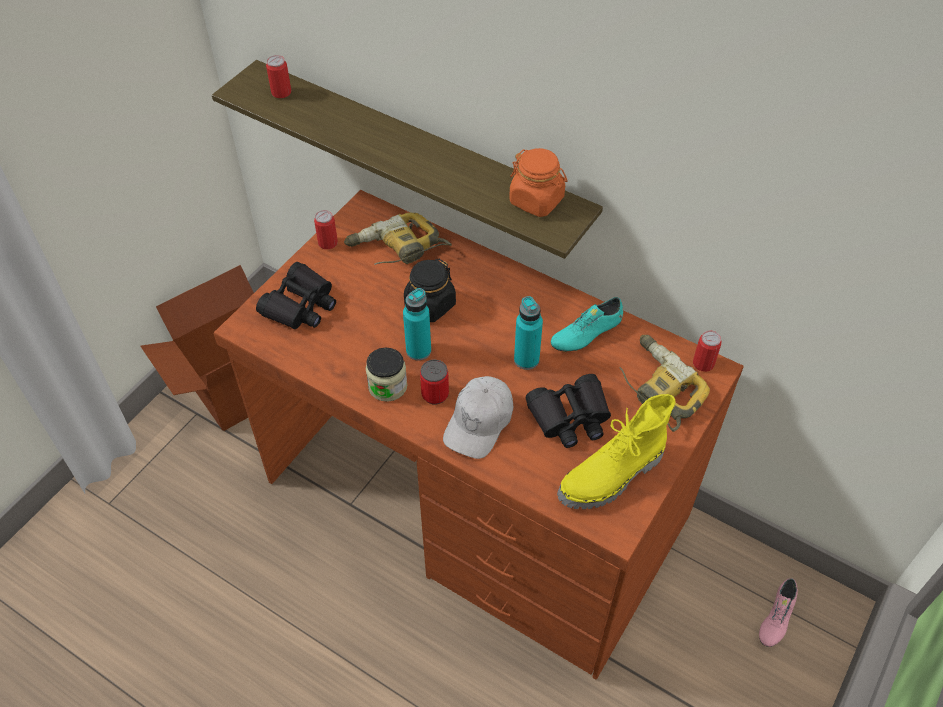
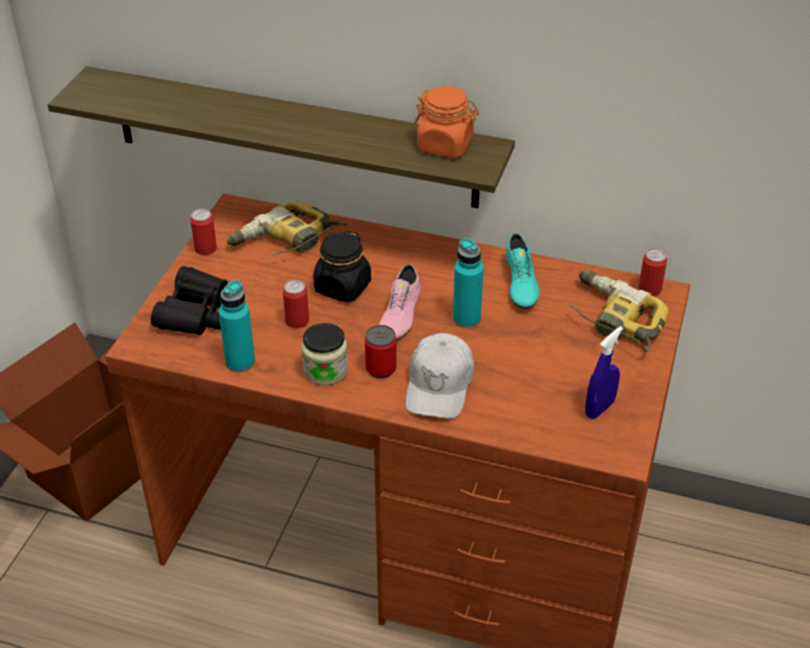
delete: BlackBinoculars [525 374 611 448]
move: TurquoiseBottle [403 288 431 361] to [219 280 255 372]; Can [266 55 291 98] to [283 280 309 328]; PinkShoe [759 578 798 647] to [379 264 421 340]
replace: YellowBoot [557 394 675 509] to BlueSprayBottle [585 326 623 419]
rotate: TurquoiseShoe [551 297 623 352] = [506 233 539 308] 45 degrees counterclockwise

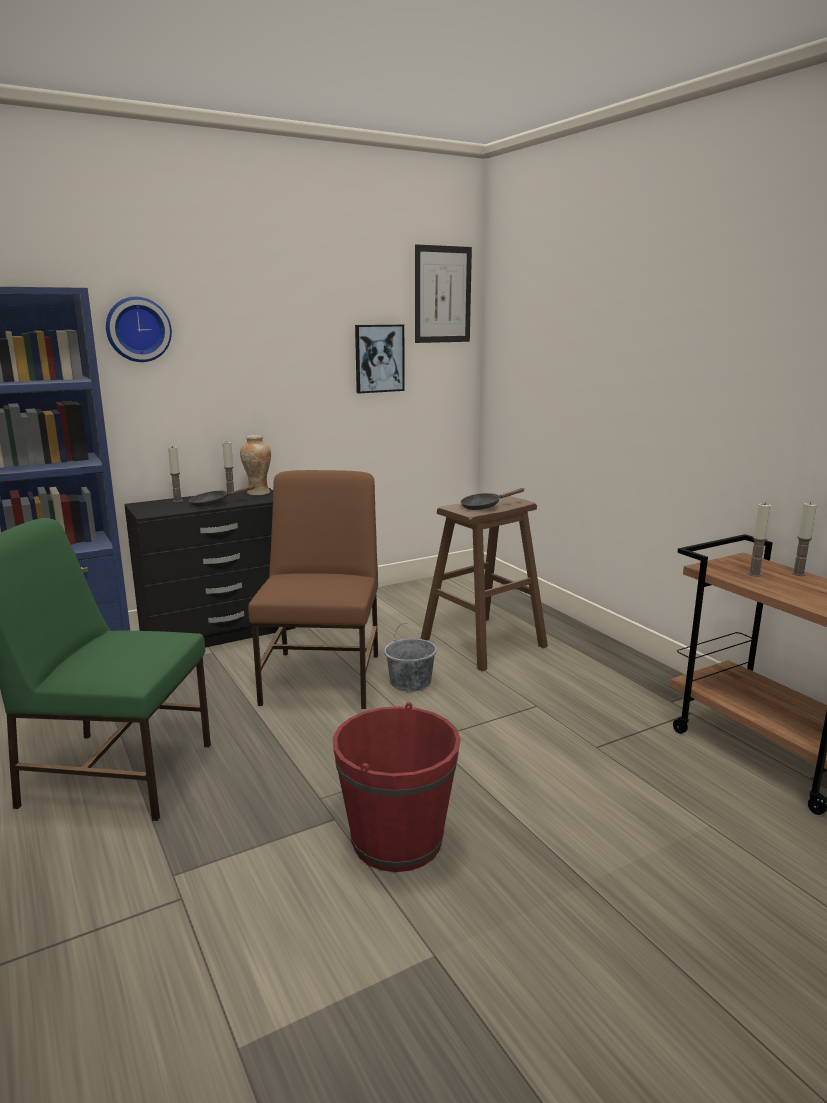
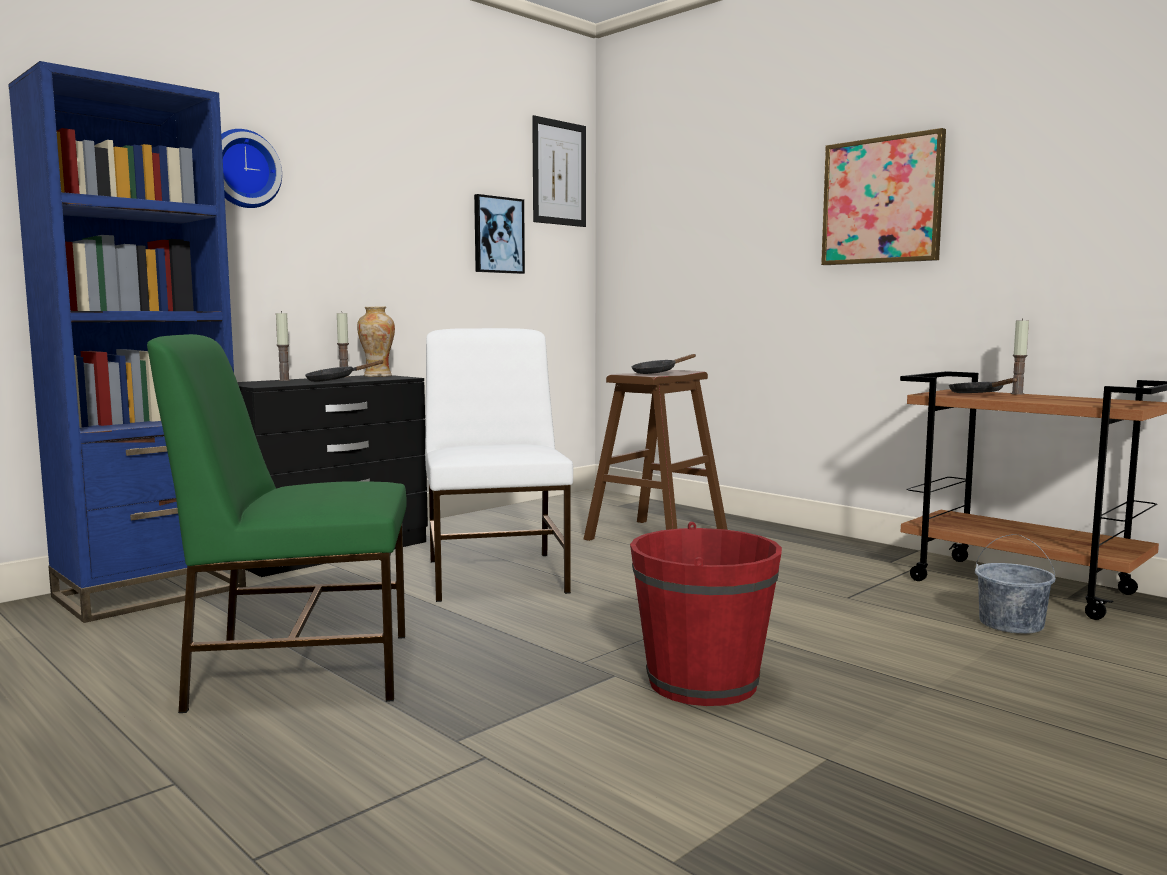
insert: Picture [821 128 946 265]
move: GreyBucket [384 623 437 691] to [975 534 1056 634]
replace: Candle [748 502 771 577] to BlackFryingPan [949 378 1017 393]
recolor: BrownChair [248 470 378 709] to WhiteChair [425 328 573 602]

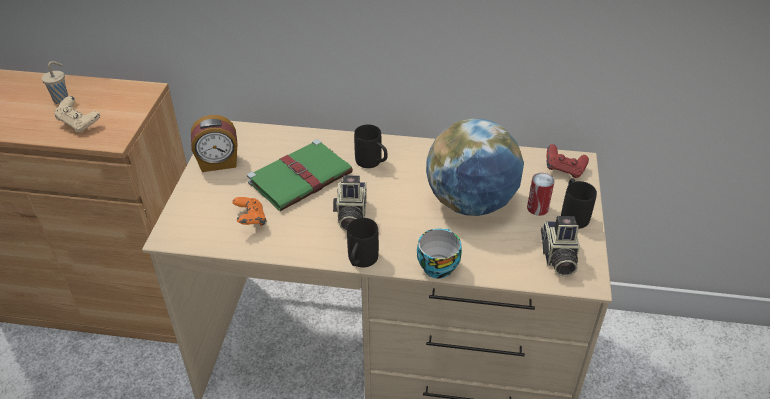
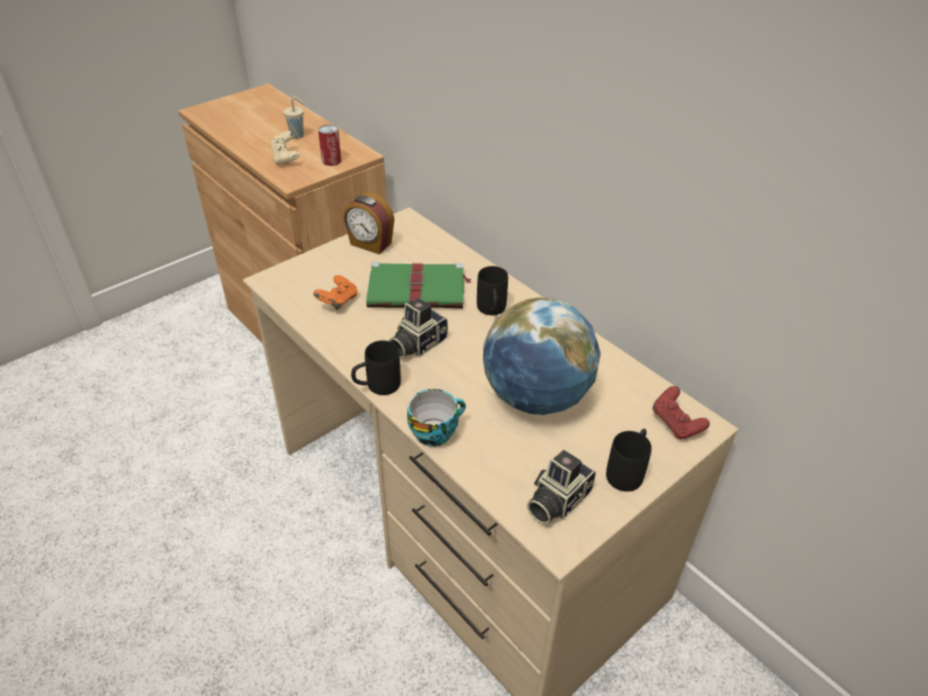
move: Can [527 173 555 216] to [318 125 341 166]

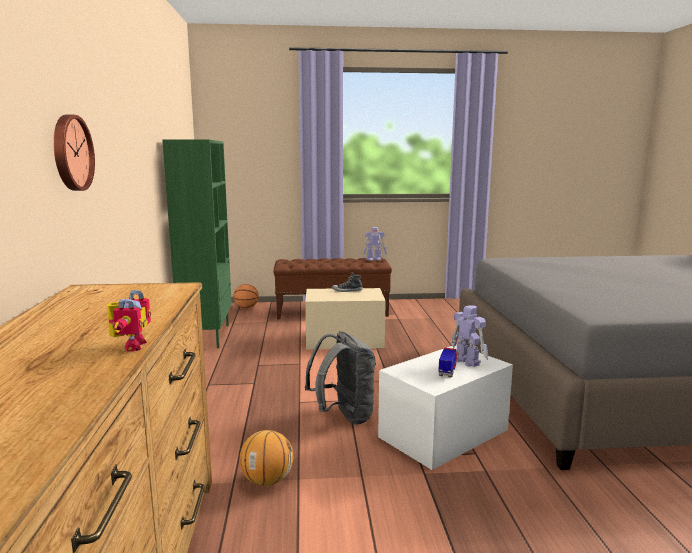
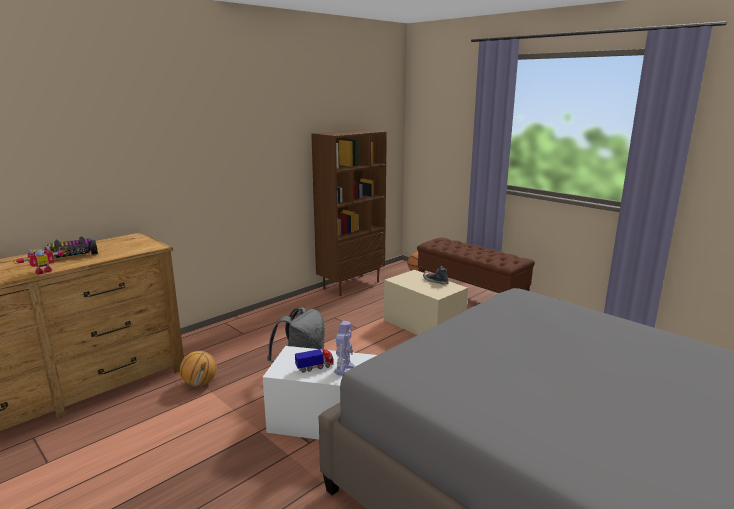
delete: WallClock [53 115 95 191]; ToyRobot [363 227 387 261]
insert: ToyCar [45 237 98 258]
recolor: GreenBookcase [162 139 232 348] to BrownBookcase [311 129 387 296]

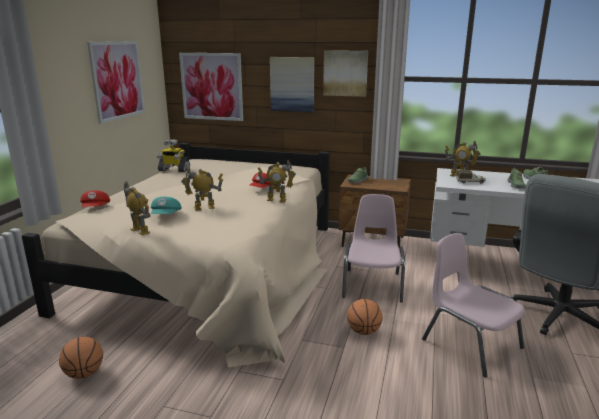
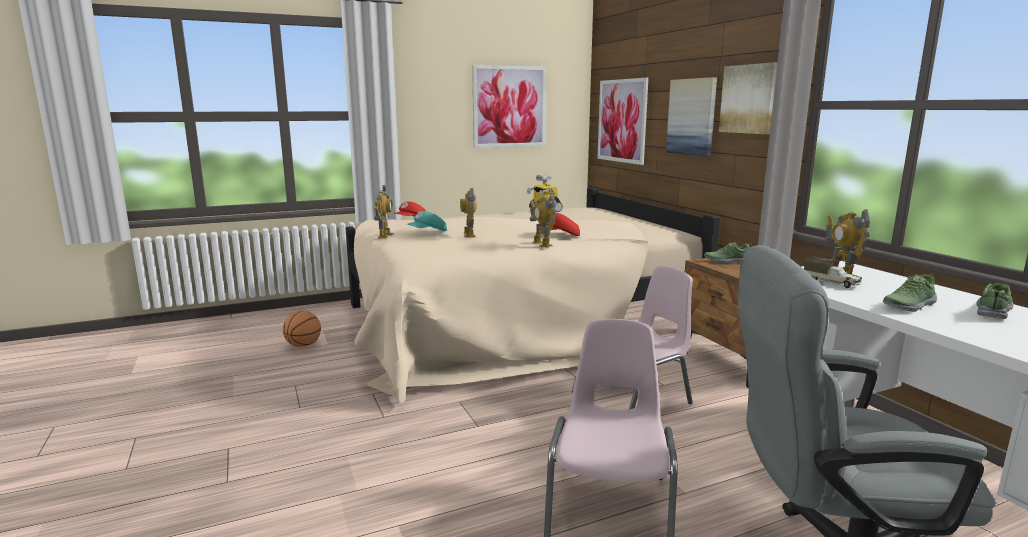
delete: Basketball [347 299 383 335]
rotate: ToyRobot [181 167 224 211] = [460 188 477 238] 135 degrees counterclockwise

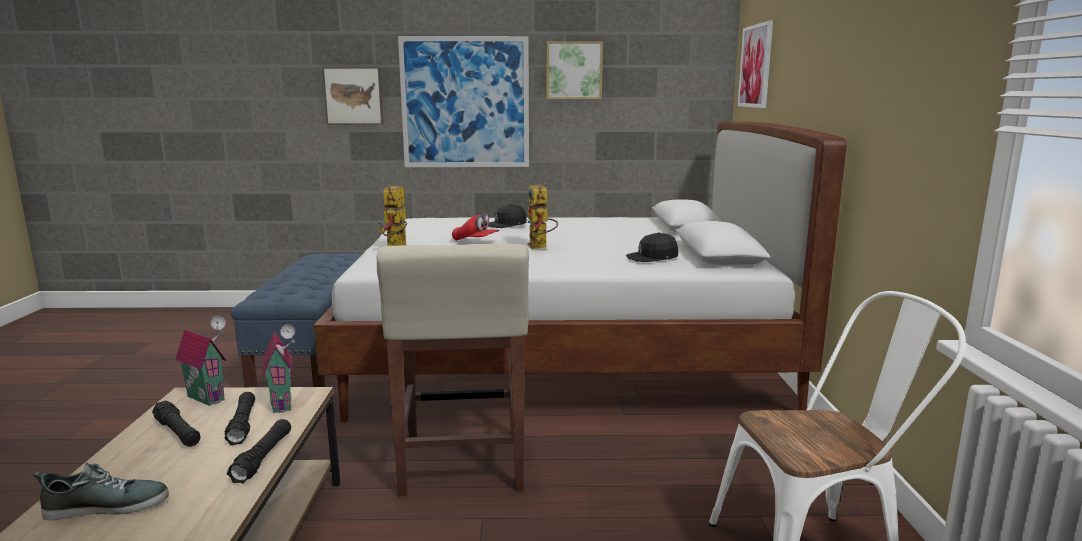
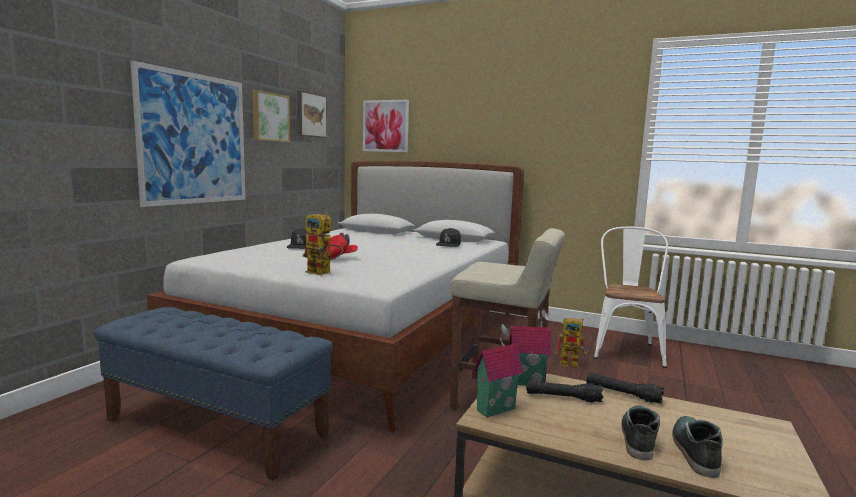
delete: BlackFlashlight [152 400 201 447]
insert: Shoe [622 405 660 460]
move: Picture [323 67 384 124] to [297 91 327 138]; ToyRobot [527 184 558 249] to [555 318 588 368]

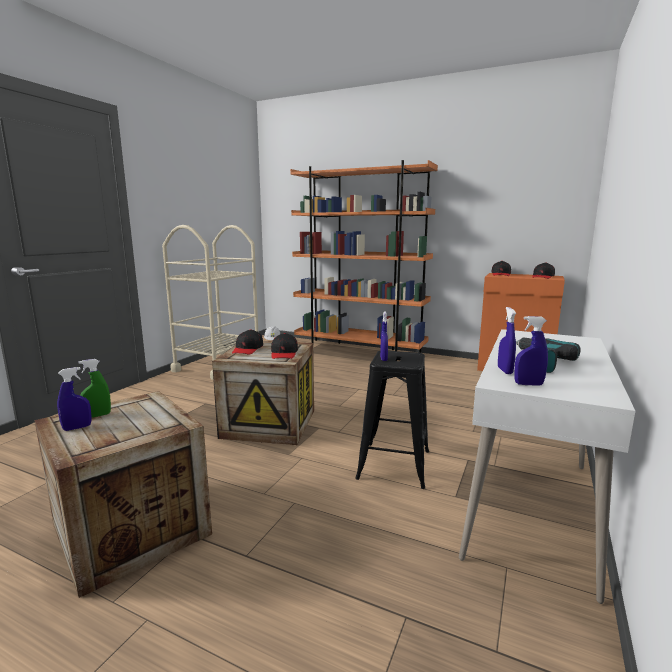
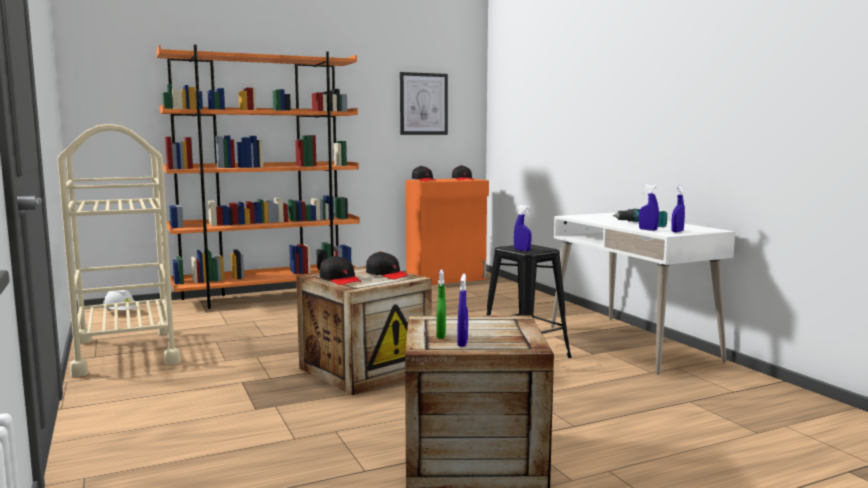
insert: Picture [400 72 448 135]

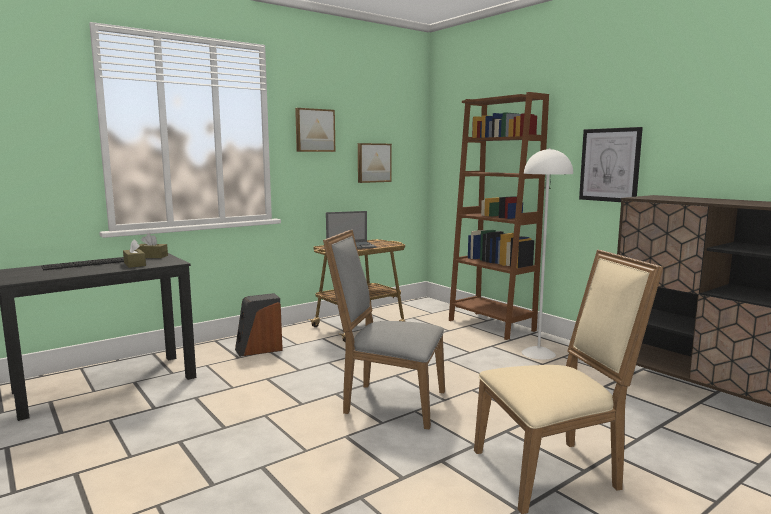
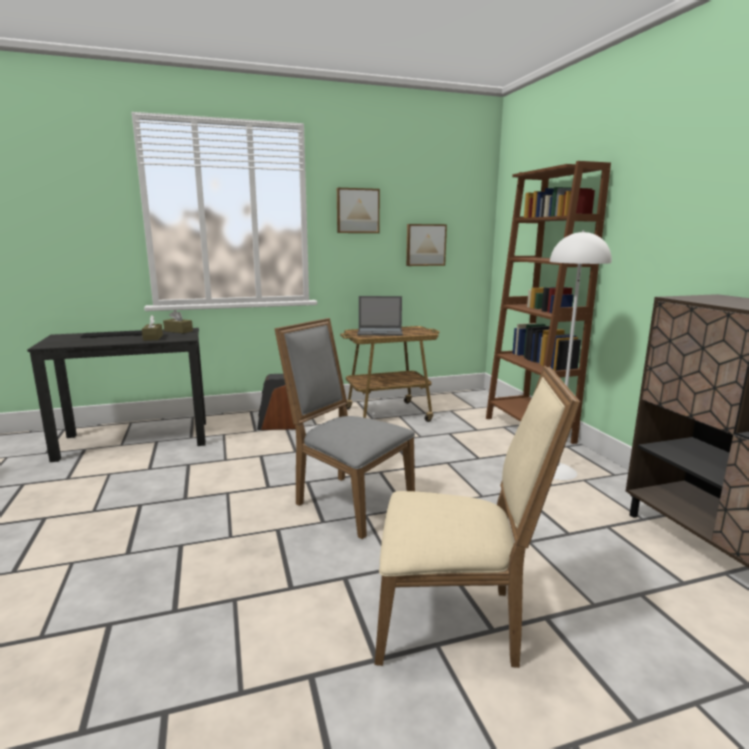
delete: Picture [579 127 643 202]

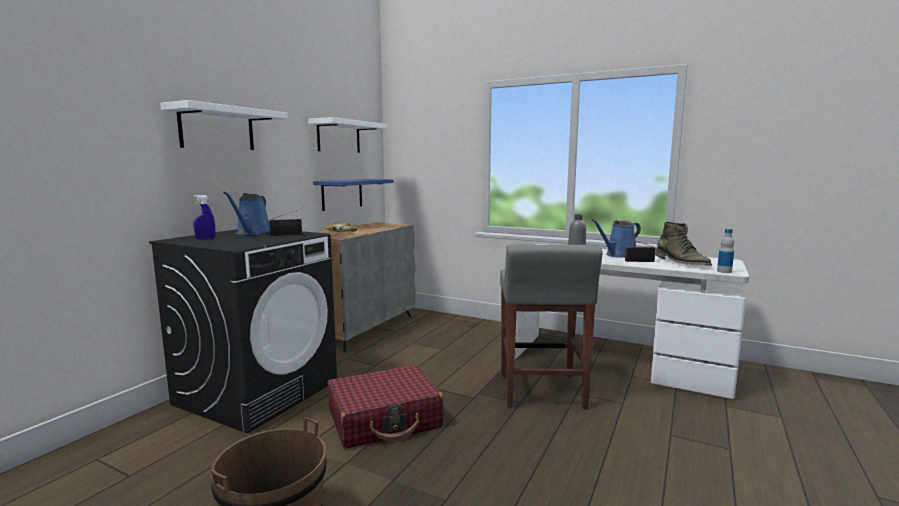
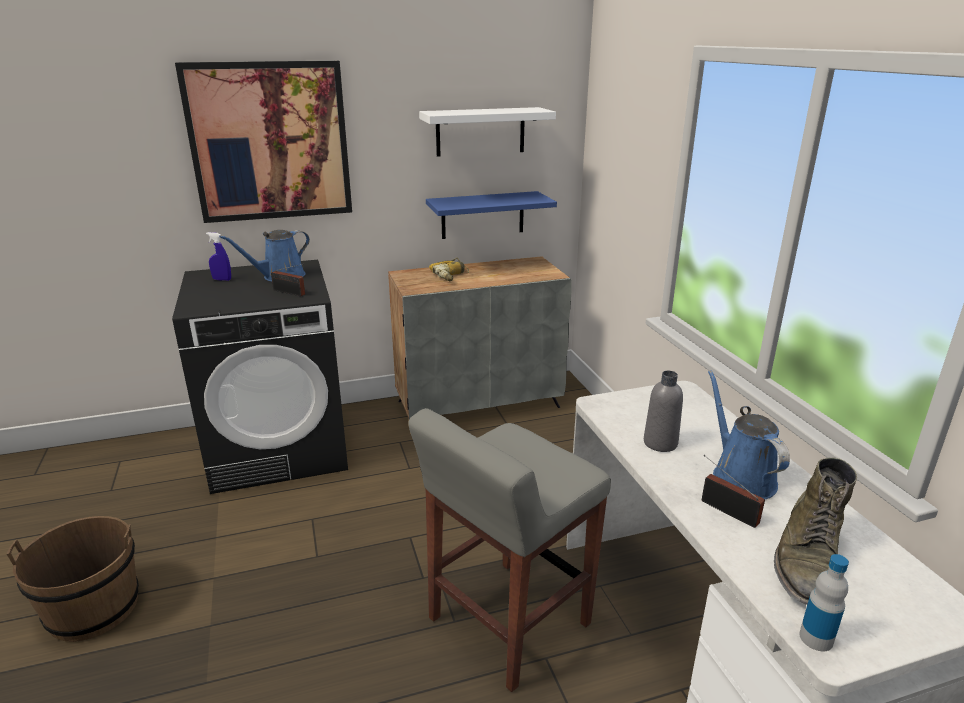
delete: RedSuitcase [327 365 444 449]
replace: WhiteShelf [160 100 288 150] to Picture [175 61 352 223]
rotate: BlueWateringCan [591 219 641 258] = [708 370 790 499] 60 degrees clockwise

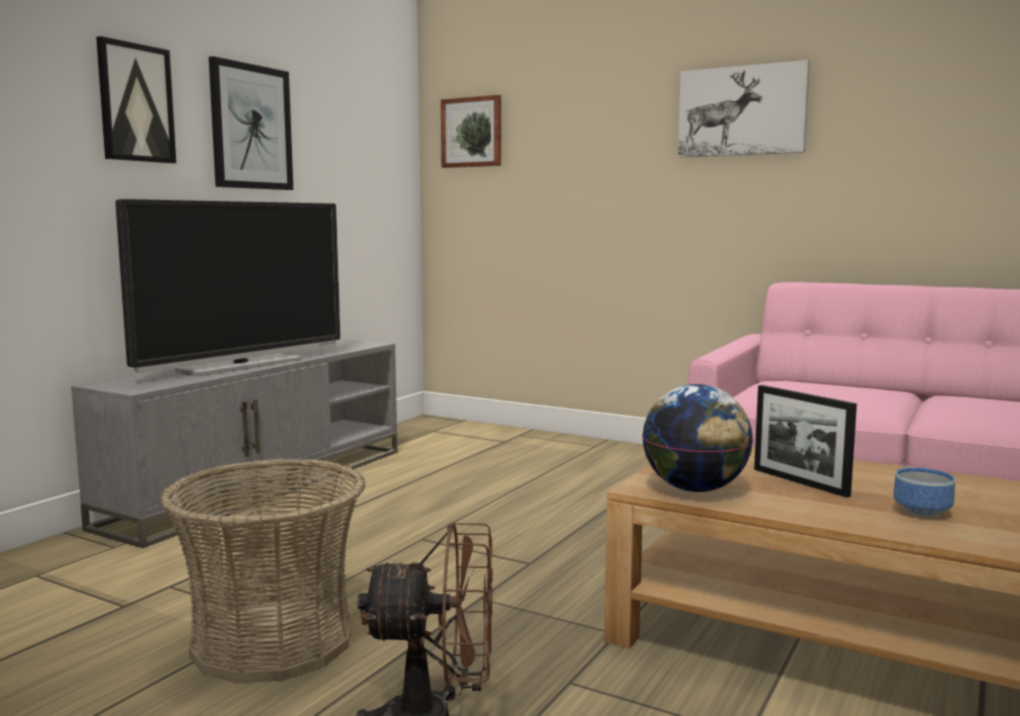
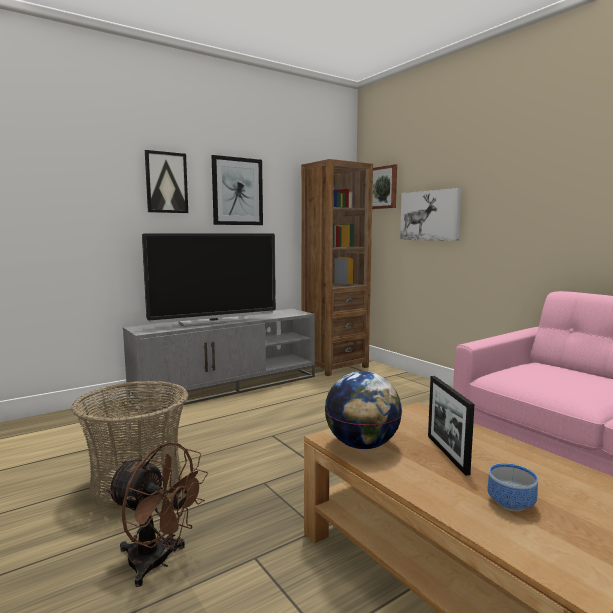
insert: BrownBookcase [301 159 373 376]
move: Picture [678 60 810 157] to [400 188 462 241]

